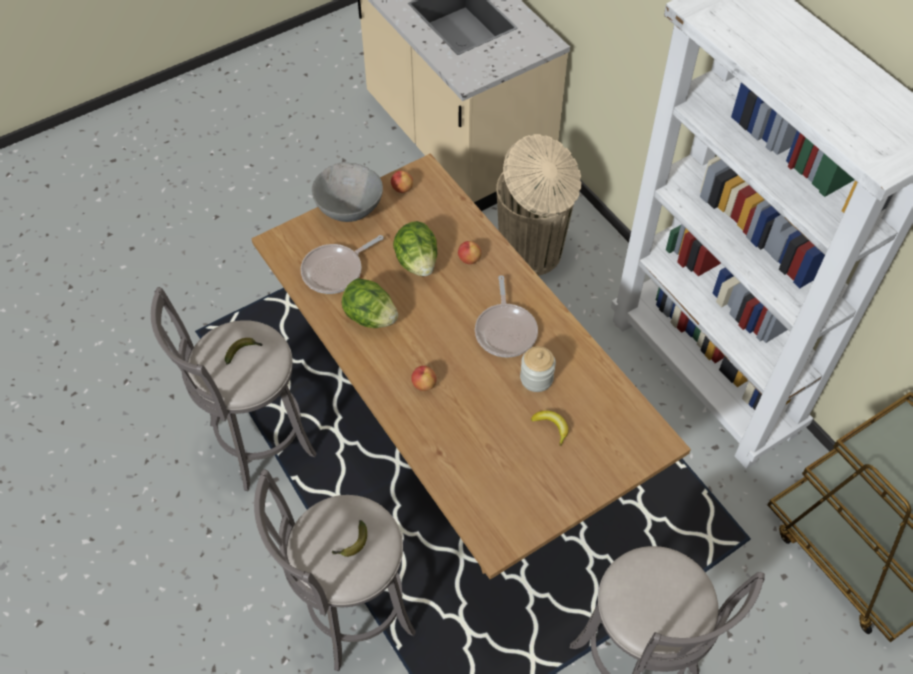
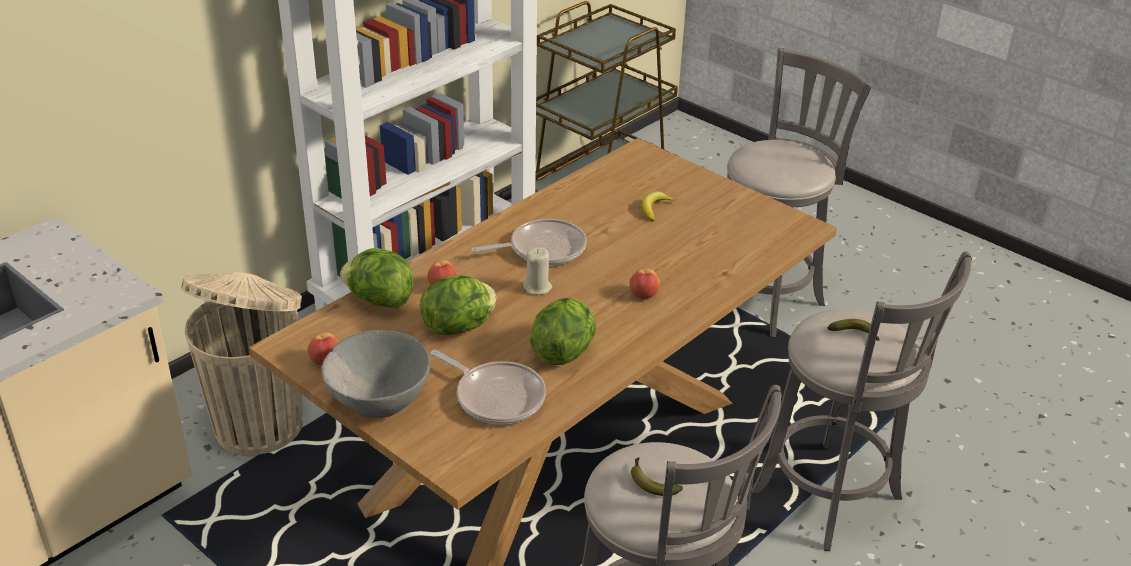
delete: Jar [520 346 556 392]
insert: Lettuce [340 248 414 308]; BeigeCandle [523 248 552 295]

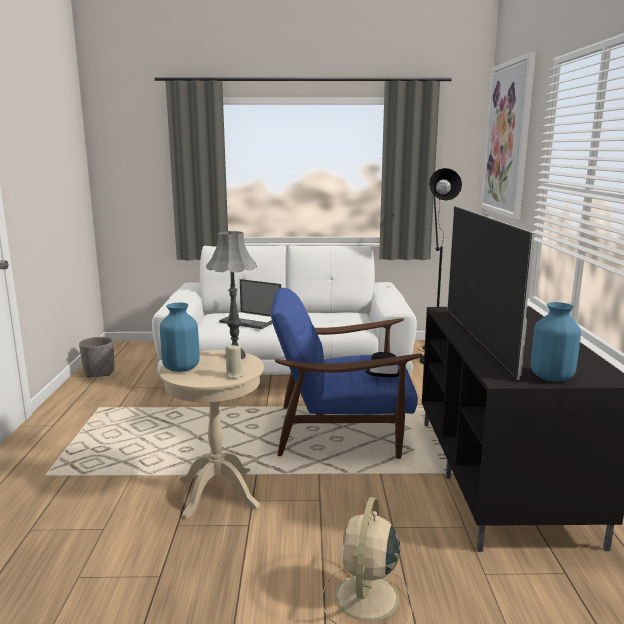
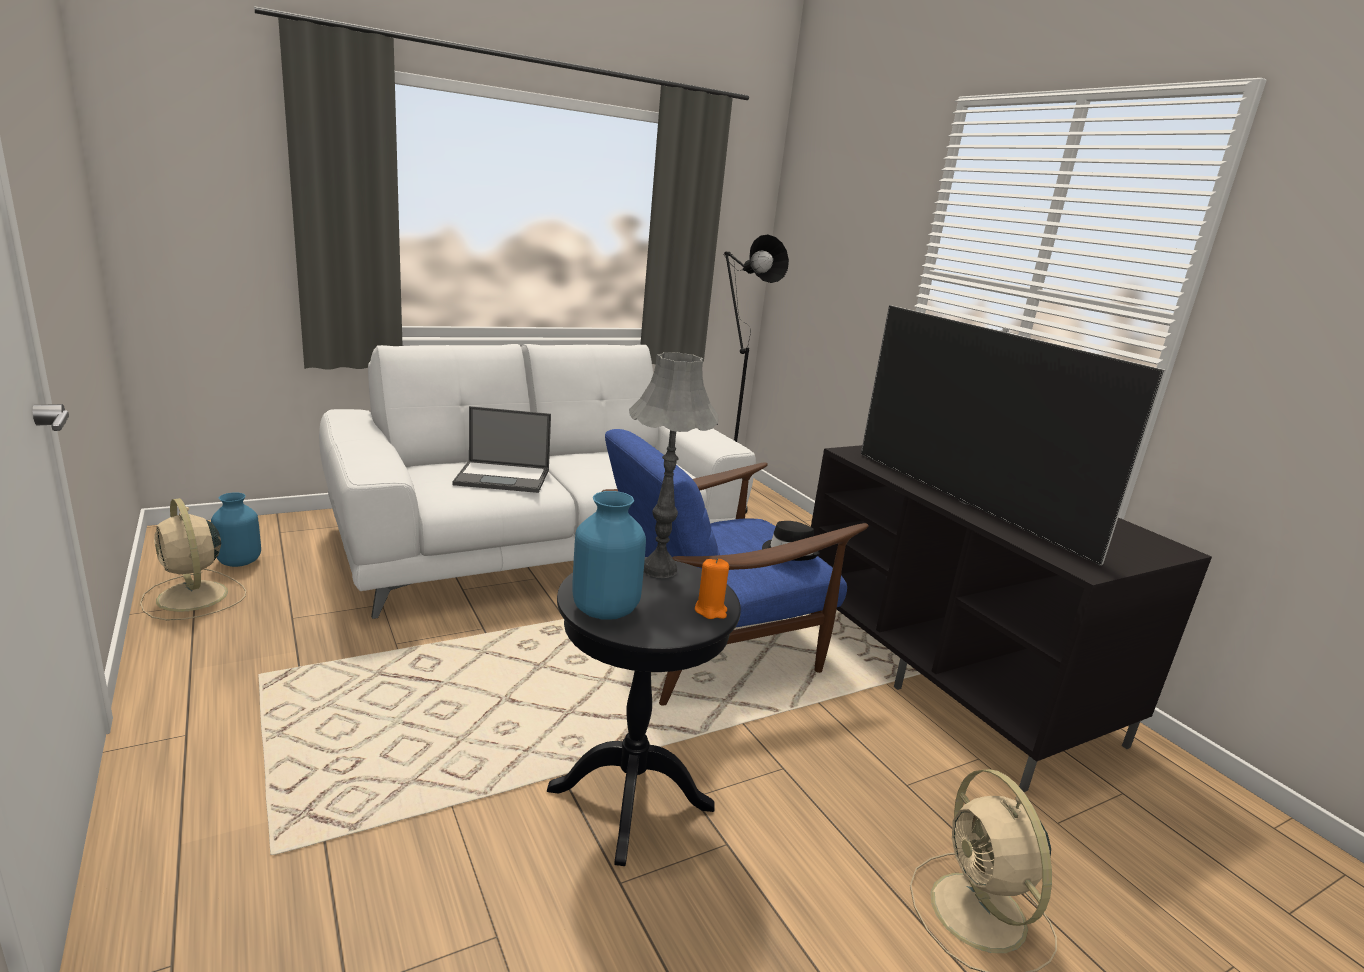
delete: Picture [481 52 536 219]
move: BlueVase [531 302 581 382] to [211 493 261 567]
replace: GreyPlanter [79 337 114 377] to BeigeFan [140 498 246 620]
recolor: BeigeSideTable [159 350 264 520] to BlackSideTable [547 557 741 866]; BeigeCandle [224 344 244 379] to OrangeCandle [695 558 729 619]

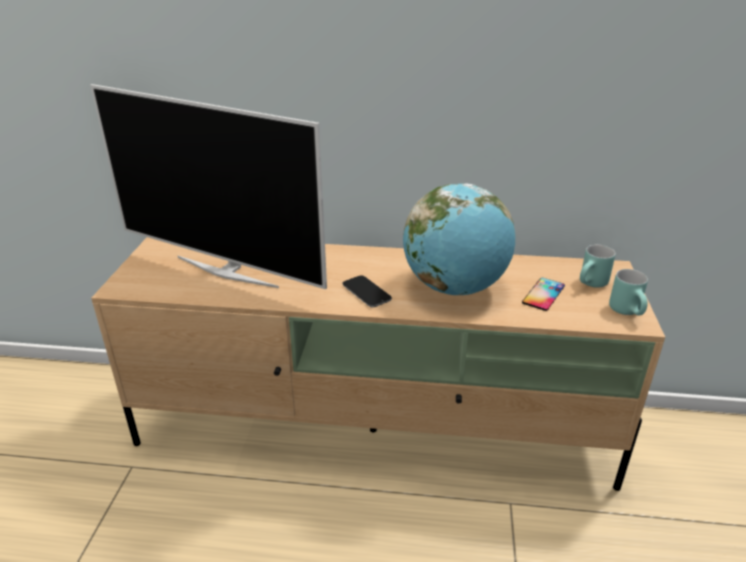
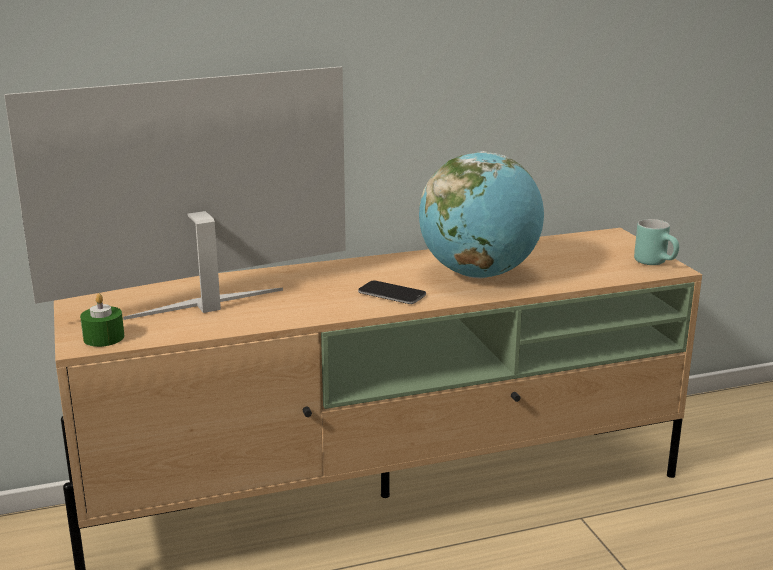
delete: Phone [522 278 565 311]; TurquoiseMug [580 245 615 288]
insert: GreenCandle [80 294 124 347]
rotate: Television [90 84 327 290] = [4 67 346 320] 150 degrees clockwise

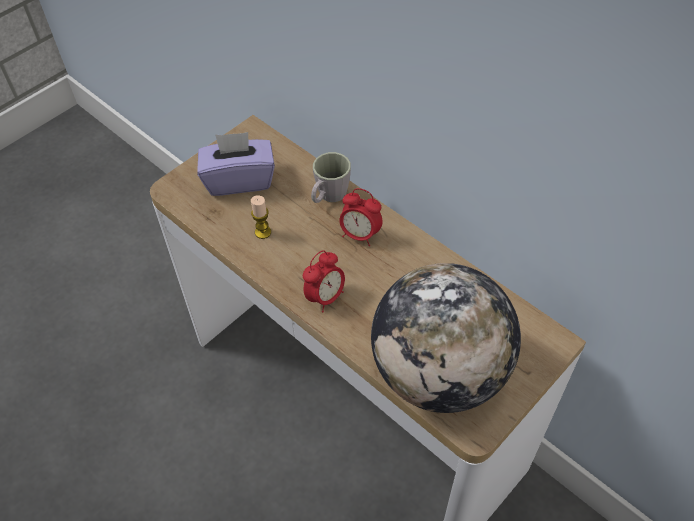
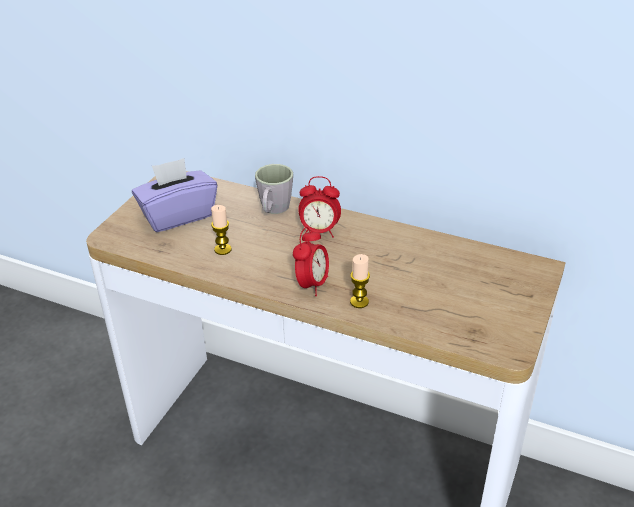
delete: Globe [371 263 521 413]
insert: Candle [350 254 370 308]

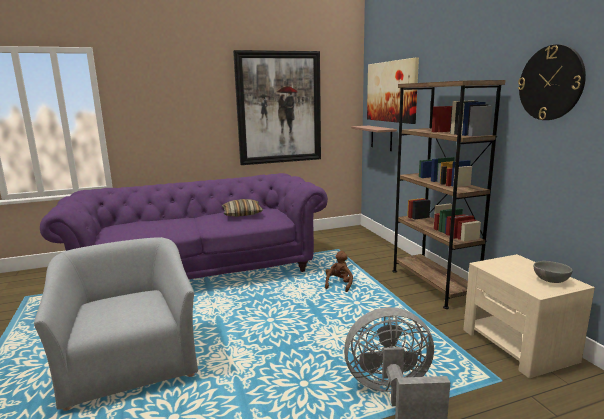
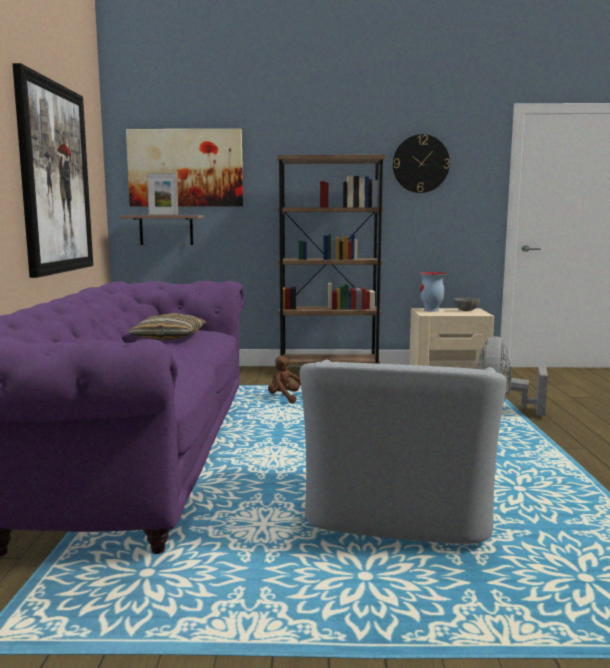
insert: PictureFrame [147 173 178 215]; Vase [418 272 447 312]
rotate: GreyArmchair [34 237 198 411] = [300 360 507 544] 75 degrees counterclockwise

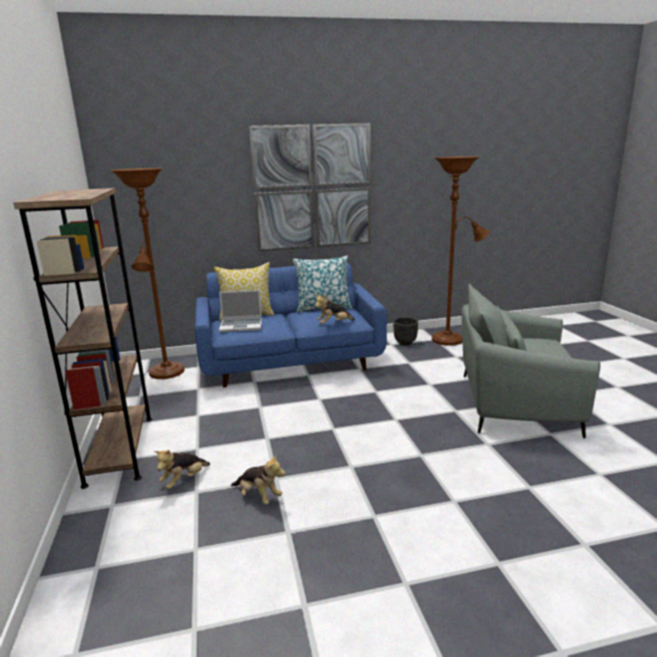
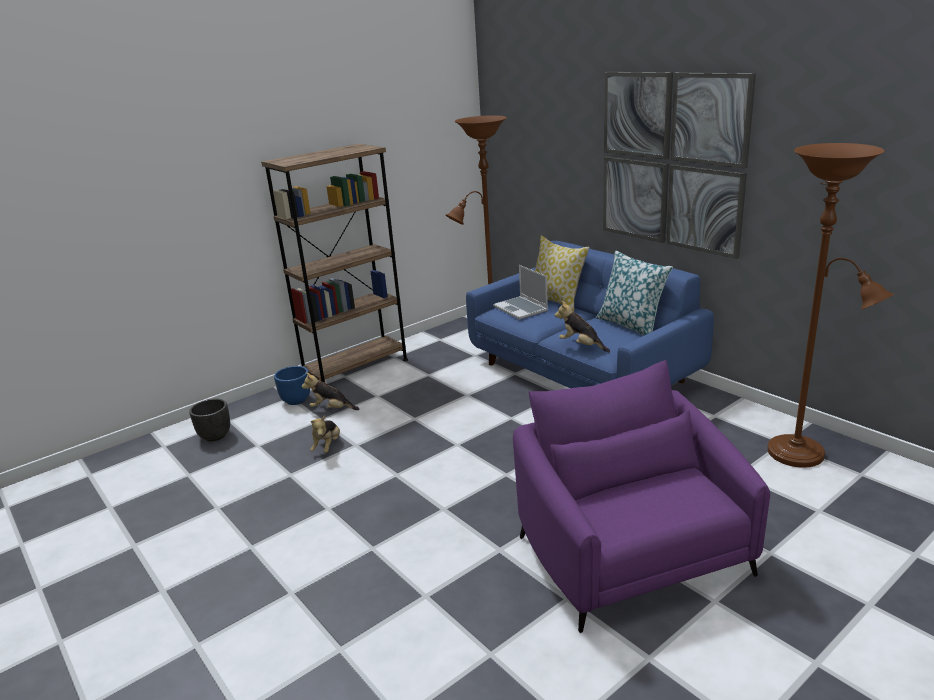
insert: BluePlanter [274 366 310 405]
move: BlackPlanter [393 317 418 345] to [189 399 230 441]
recolor: GreyArmchair [461 284 600 438] to PurpleArmchair [513 360 770 633]

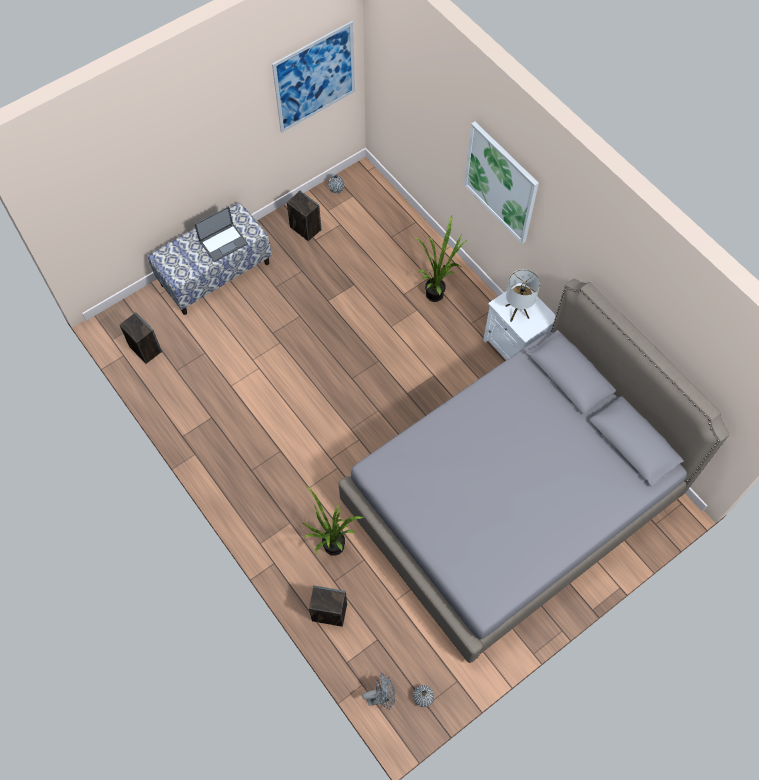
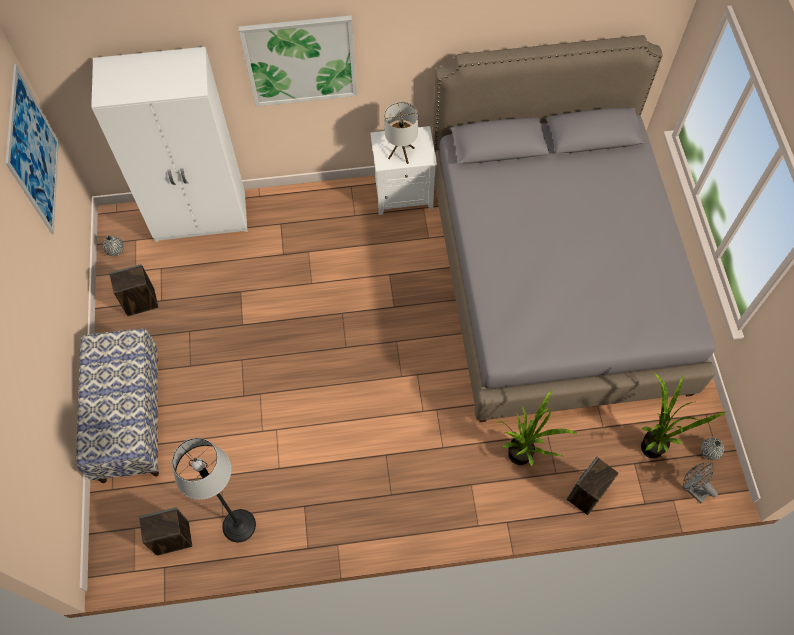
delete: Laptop [195 206 248 262]
insert: WhiteWardrobe [91 47 247 242]; FloorLamp [172 438 256 542]
move: PottedPlant [413 214 467 302] to [641 372 726 459]
rotate: GreyFan [362 673 395 710] = [683 463 718 504] 60 degrees counterclockwise

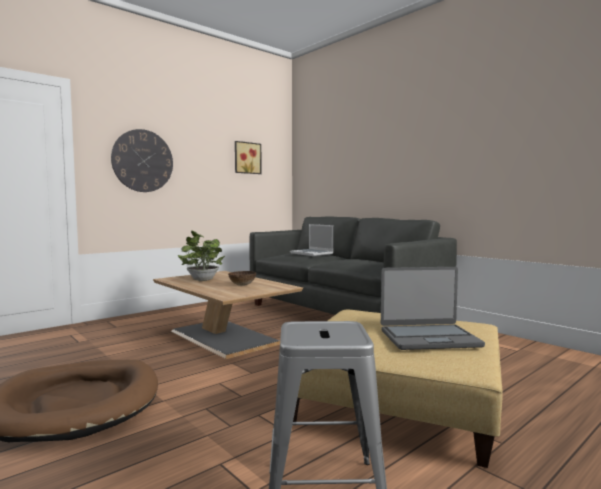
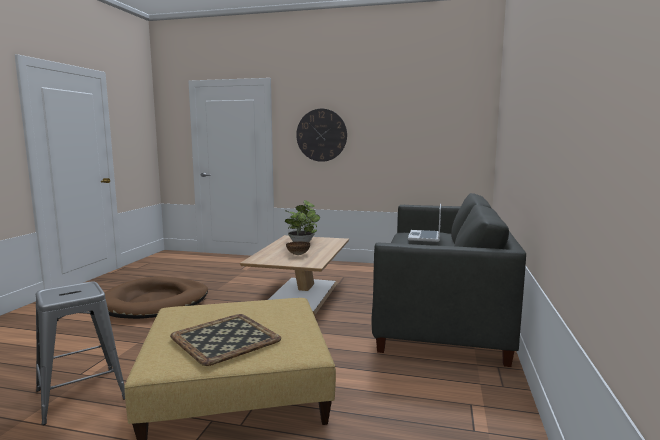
delete: Picture [235 141 262 174]
replace: Laptop [381 267 485 350] to Tray [170 314 281 366]

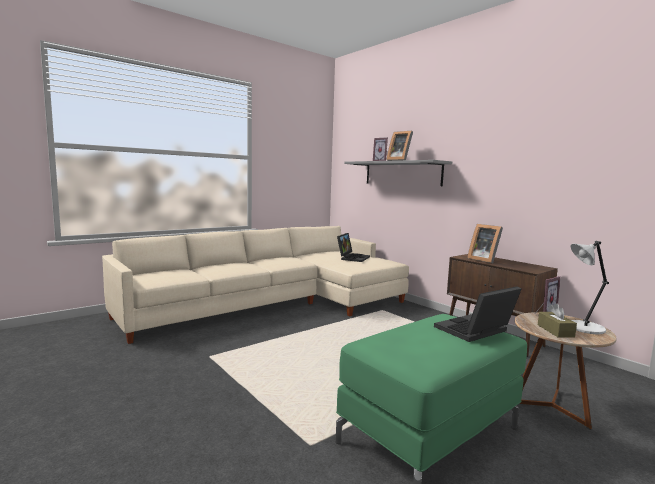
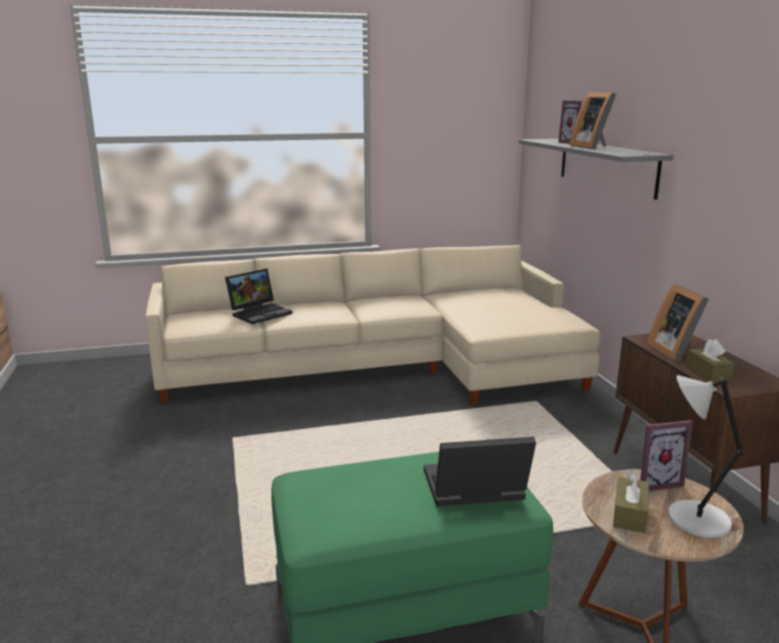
insert: BrownTissueBox [686 339 735 382]
move: Laptop [337 233 370 262] to [225 269 293 324]

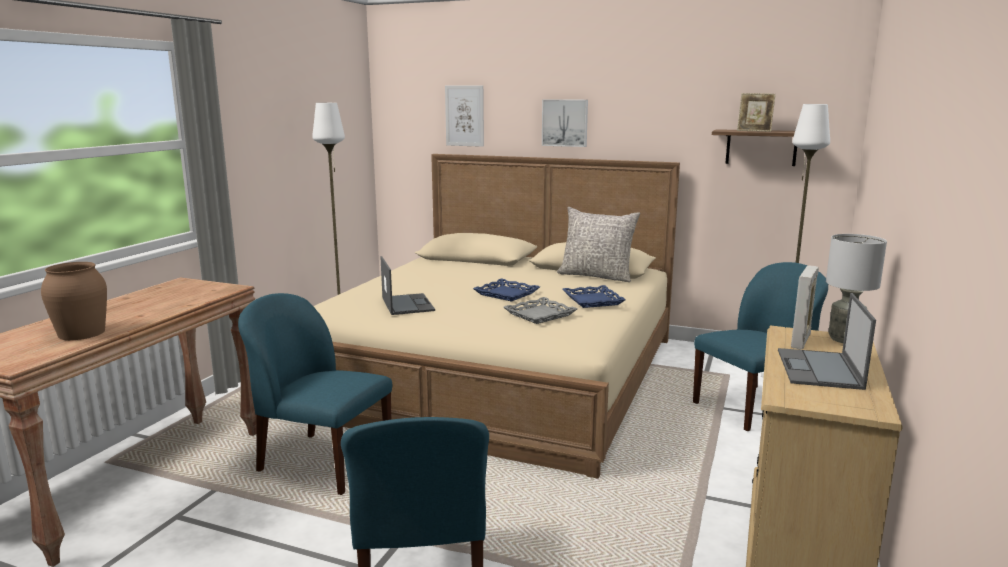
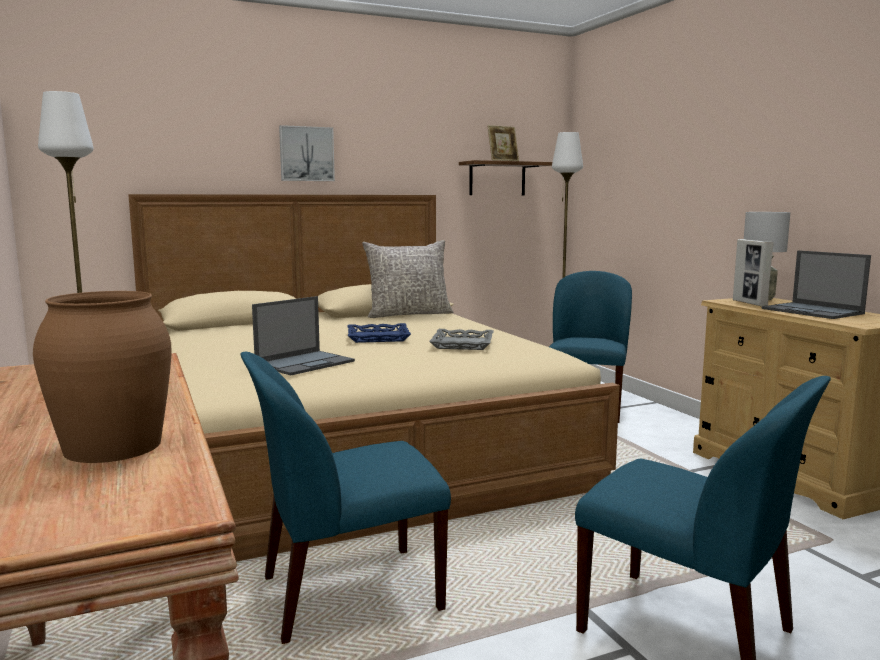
delete: Picture [445 86 484 147]; BlueTray [563 285 626 308]
rotate: Laptop [380 256 435 315] = [252 296 355 376] 105 degrees clockwise

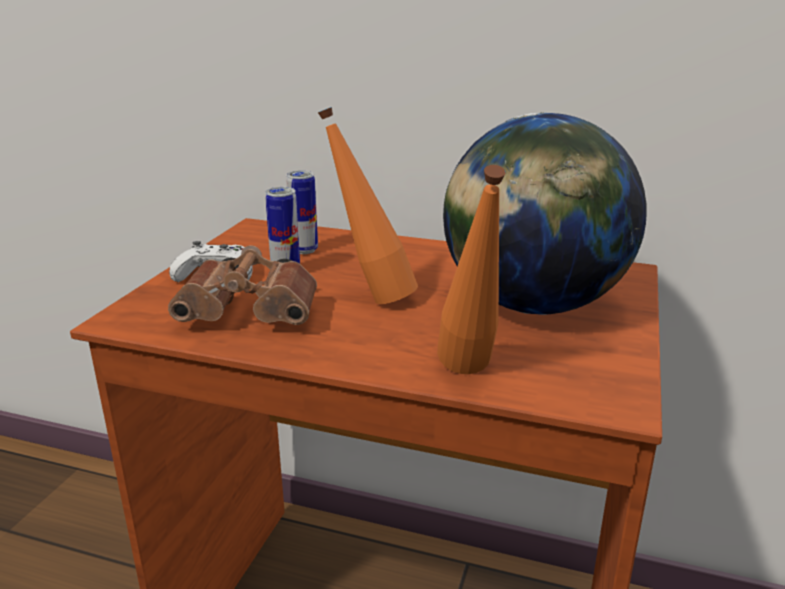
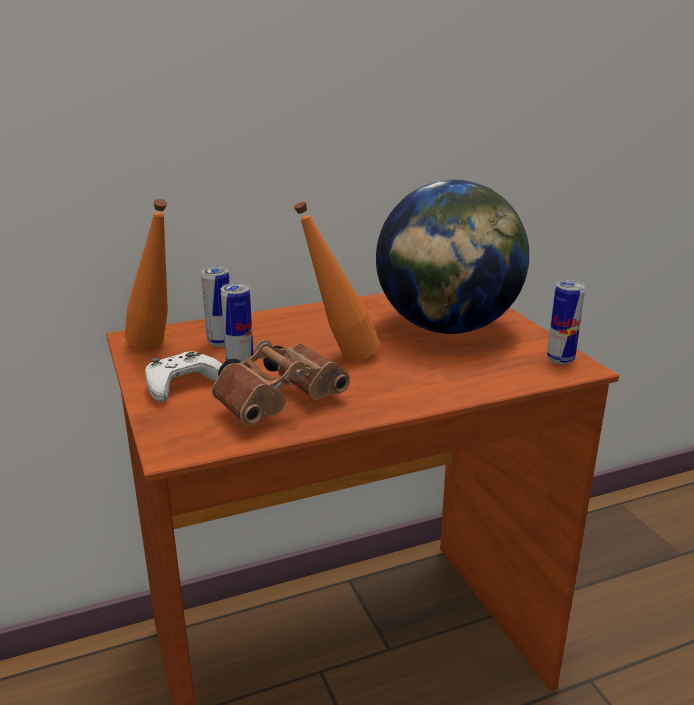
insert: Can [547 280 585 364]
move: OrangeBottle [437 165 506 374] to [125 199 168 350]

